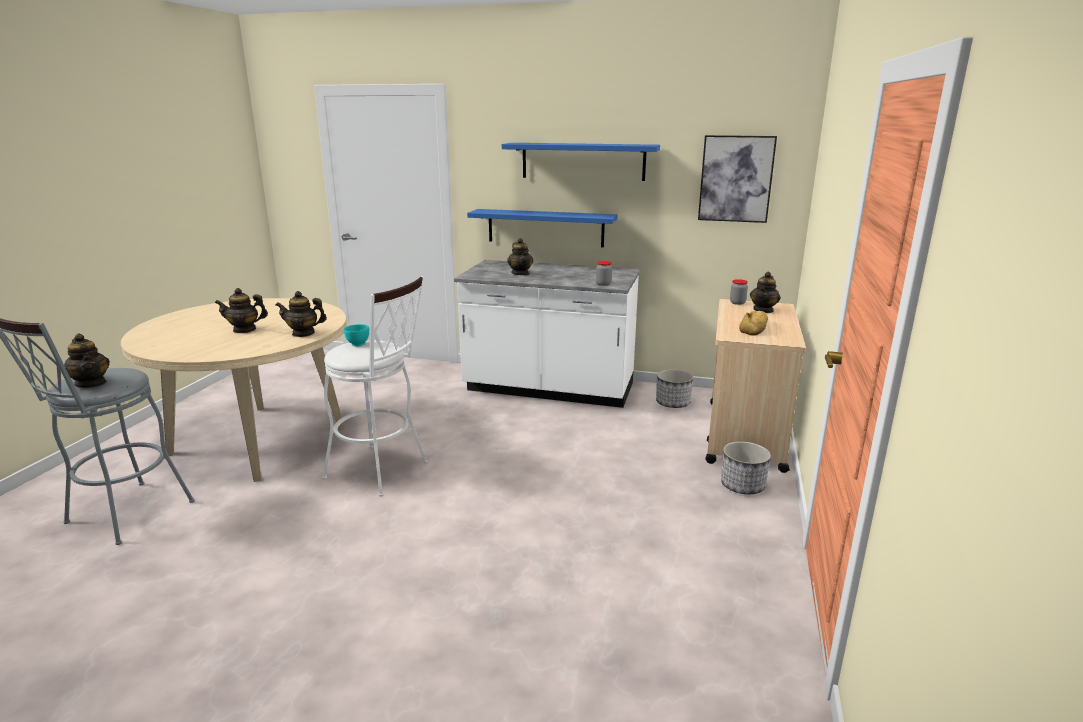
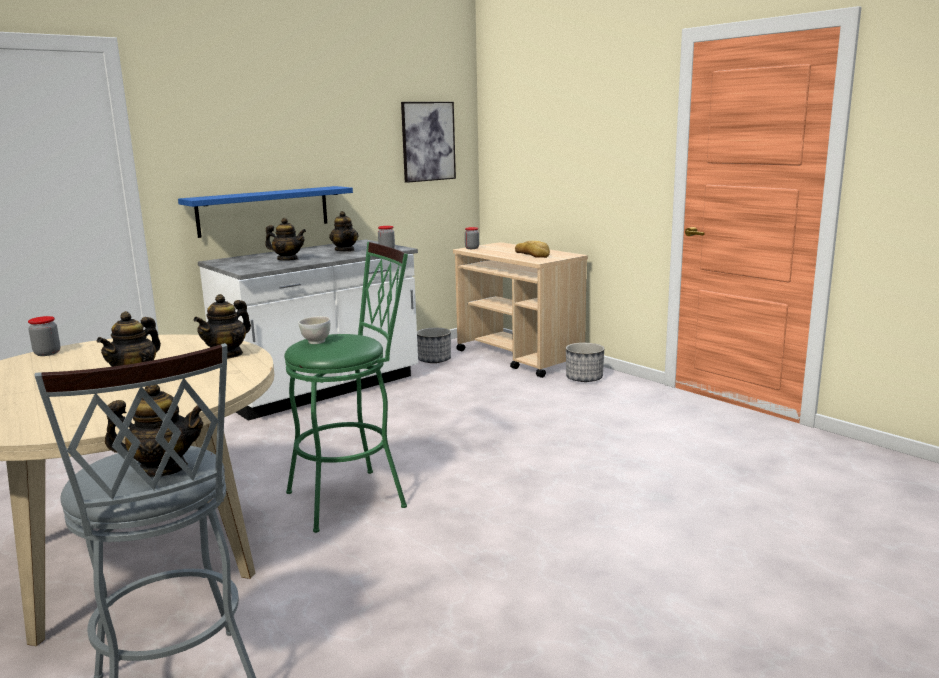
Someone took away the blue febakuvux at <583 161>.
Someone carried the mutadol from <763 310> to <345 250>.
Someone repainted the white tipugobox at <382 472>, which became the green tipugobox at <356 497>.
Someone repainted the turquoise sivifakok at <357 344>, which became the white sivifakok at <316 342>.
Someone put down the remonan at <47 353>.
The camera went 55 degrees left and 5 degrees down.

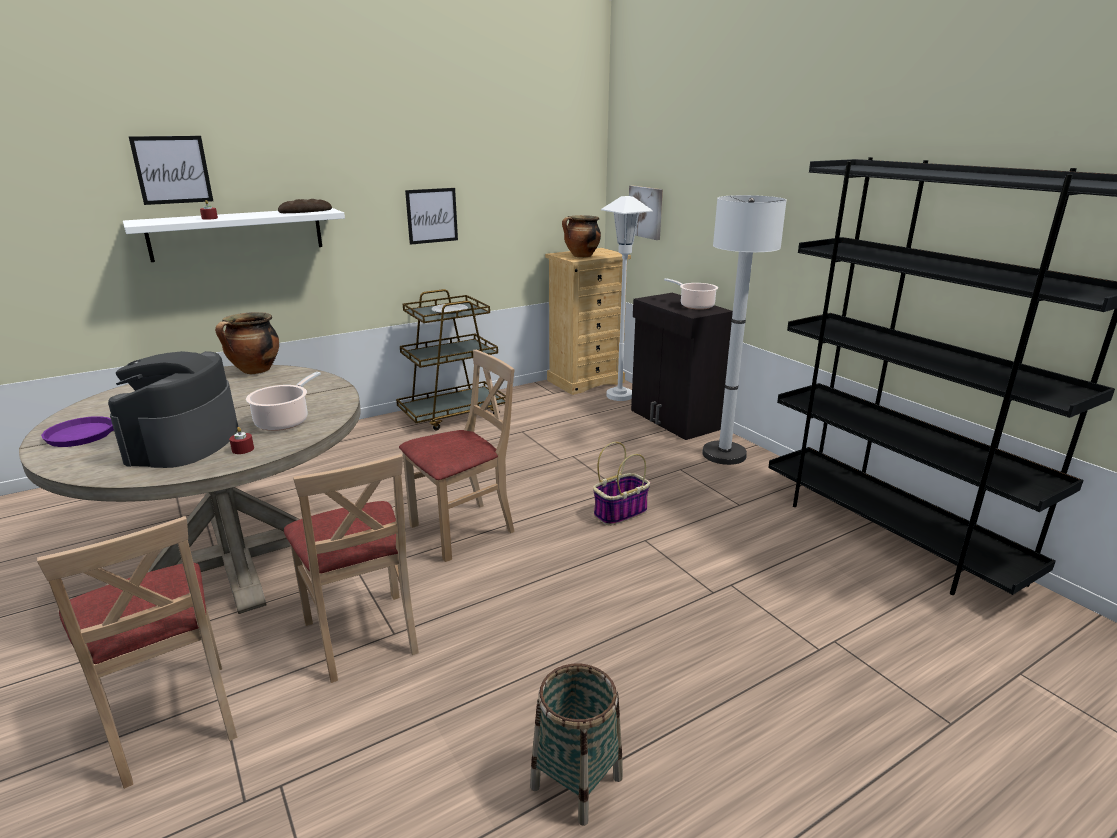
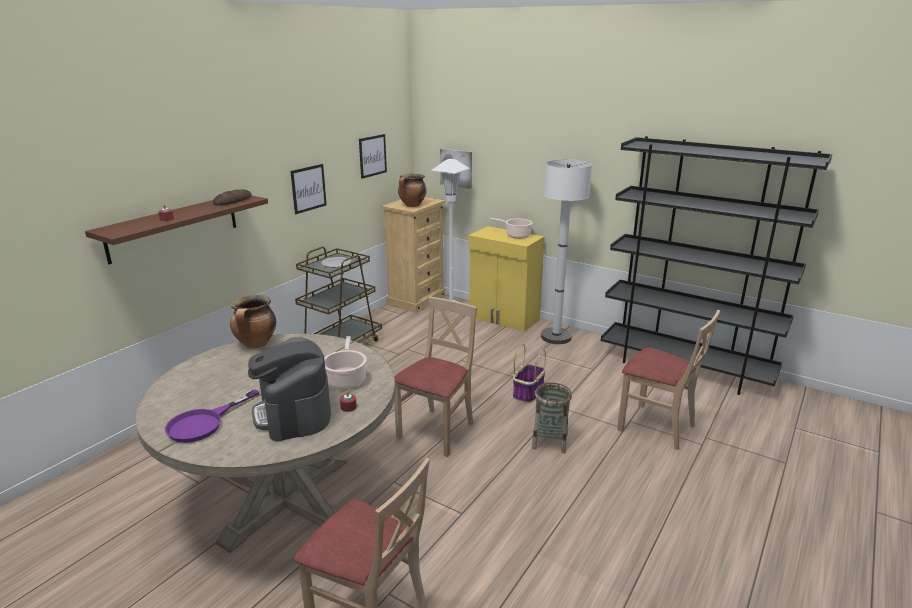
Someone carried the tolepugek from <172 170> to <372 156>.
Someone repainted the white febakuvux at <237 233>, which became the brown febakuvux at <174 227>.
Someone repainted the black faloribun at <674 420>, which became the yellow faloribun at <504 319>.
Someone carried the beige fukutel from <362 635> to <656 427>.
Someone carried the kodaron from <576 782> to <550 441>.
The camera went 25 degrees left and 0 degrees up.

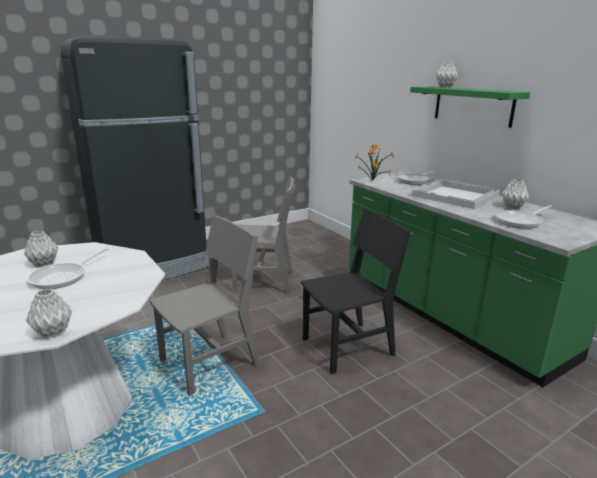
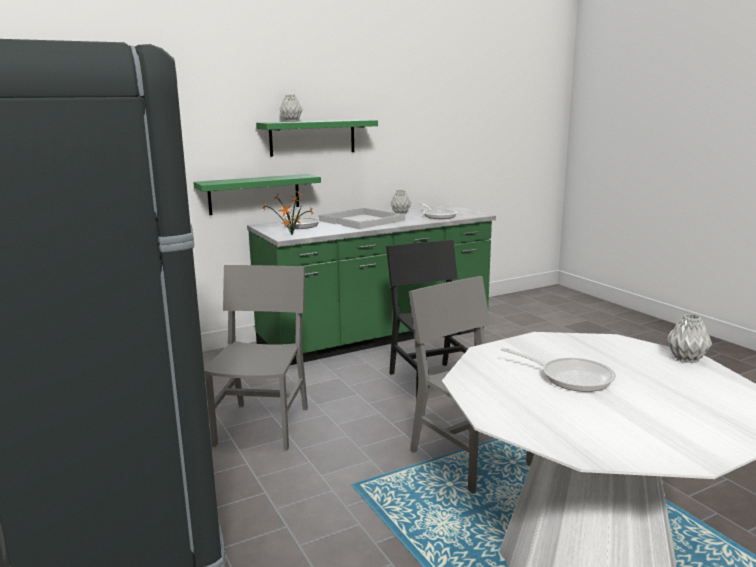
Someone took away the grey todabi at <44 264>.
Someone put up the green febakuvux at <254 194>.
The camera went 85 degrees left and 5 degrees down.

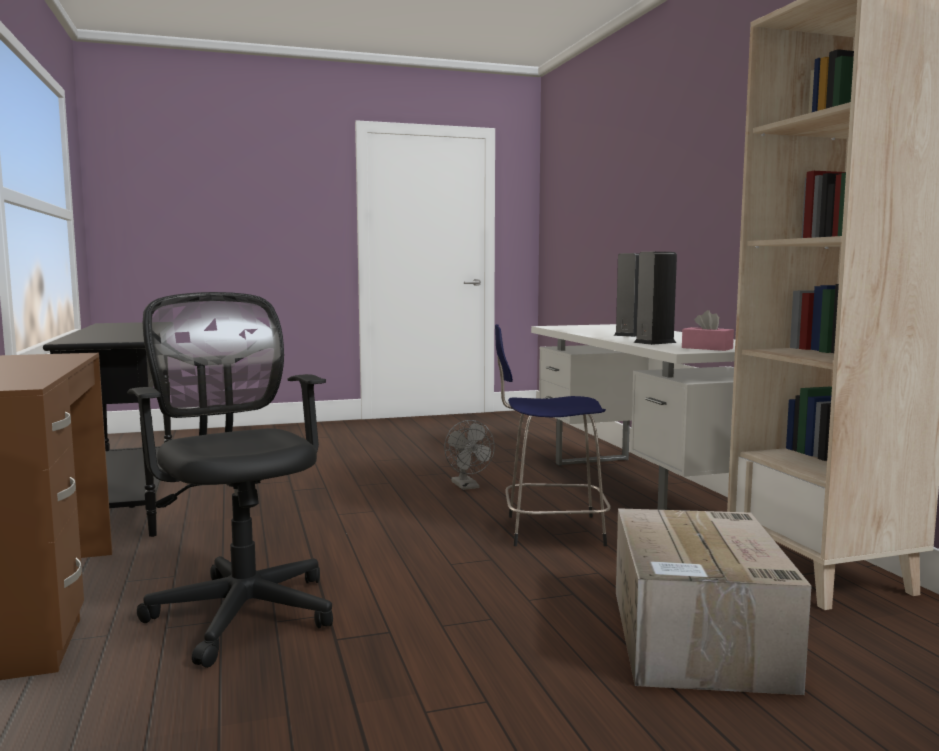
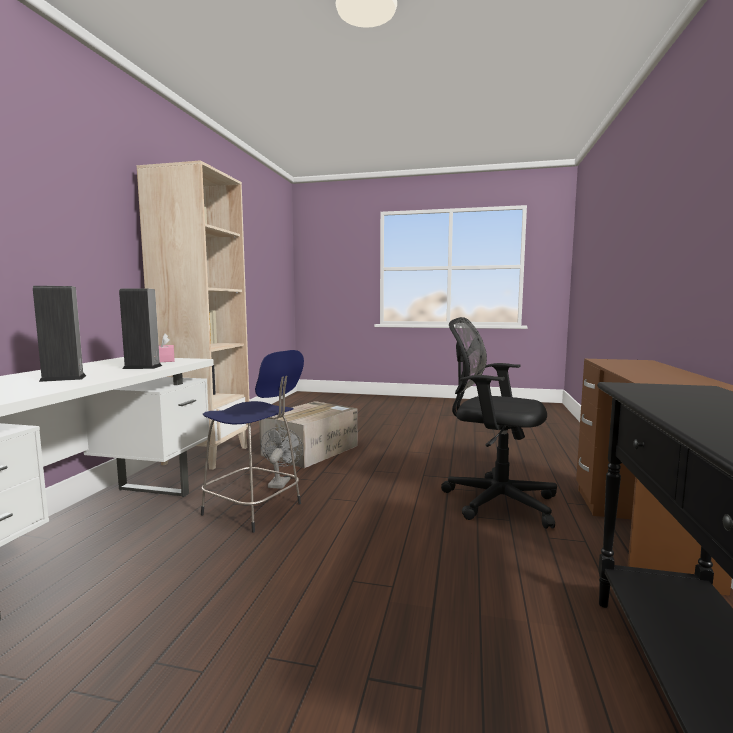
Someone rotated the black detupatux at <242 609> by 120 degrees clockwise.
Someone carried the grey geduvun from <467 486> to <280 482>.
The camera went 150 degrees left and 0 degrees up.

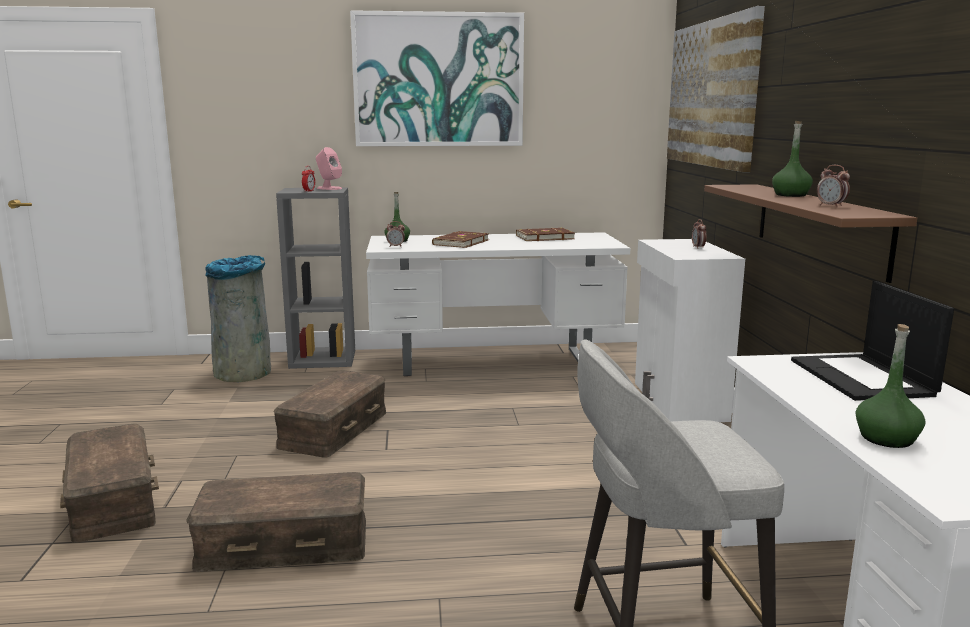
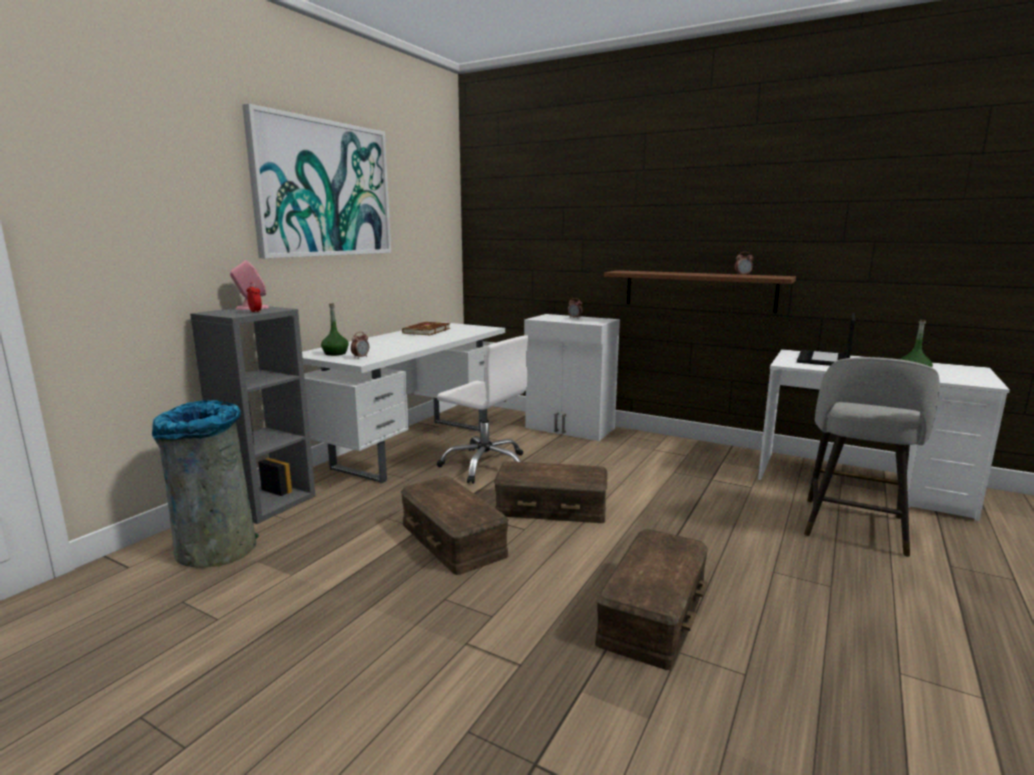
Someone took away the tolepugek at <711 94>.
Someone took away the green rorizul at <790 195>.
Someone took away the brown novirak at <460 242>.
Someone rotated the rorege at <863 378> by 90 degrees clockwise.
Someone carried the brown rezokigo from <111 500> to <551 508>.
Someone put down the white detupatux at <485 465>.
The camera went 55 degrees left and 0 degrees up.

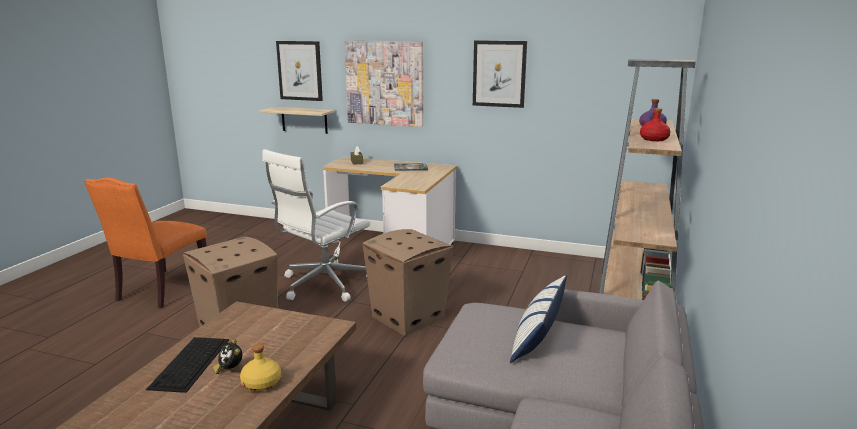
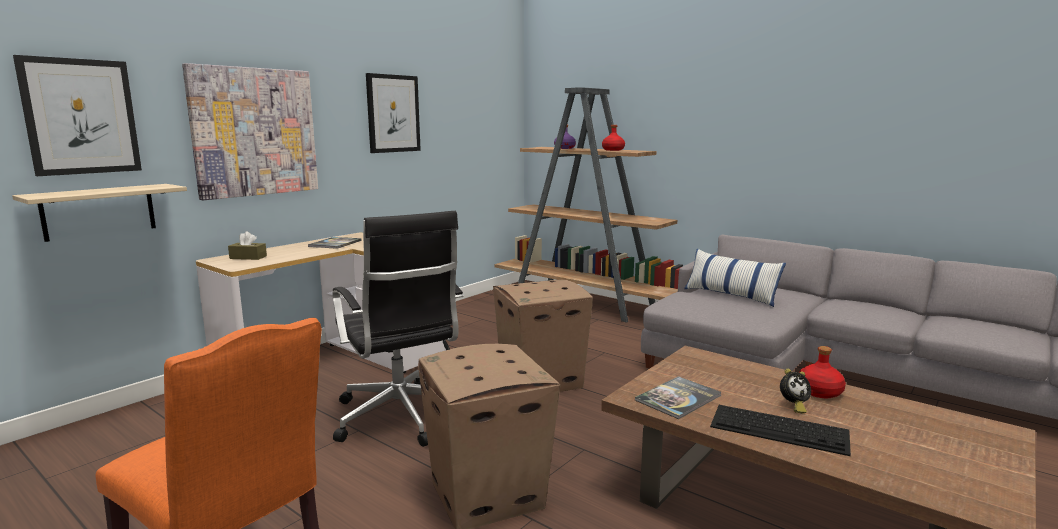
Someone repainted the white detupatux at <323 284>, which became the black detupatux at <401 417>.
Someone repainted the yellow rorizul at <261 383>, which became the red rorizul at <820 392>.
Someone put down the novirak at <678 398>.
The camera went 70 degrees left and 5 degrees down.

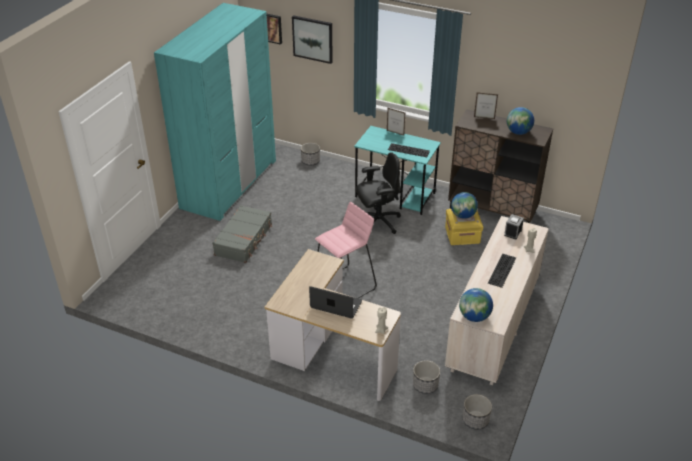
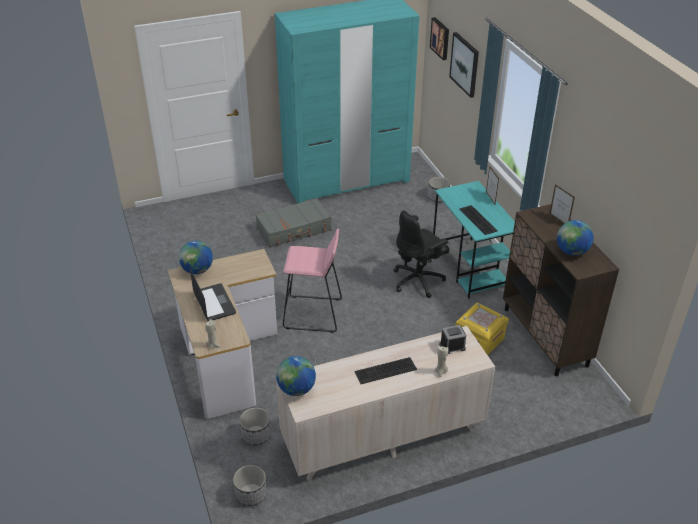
Someone rotated the black detupatux at <377 222> by 120 degrees clockwise.
Someone carried the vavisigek from <463 215> to <197 270>.
The camera went 45 degrees right and 0 degrees up.

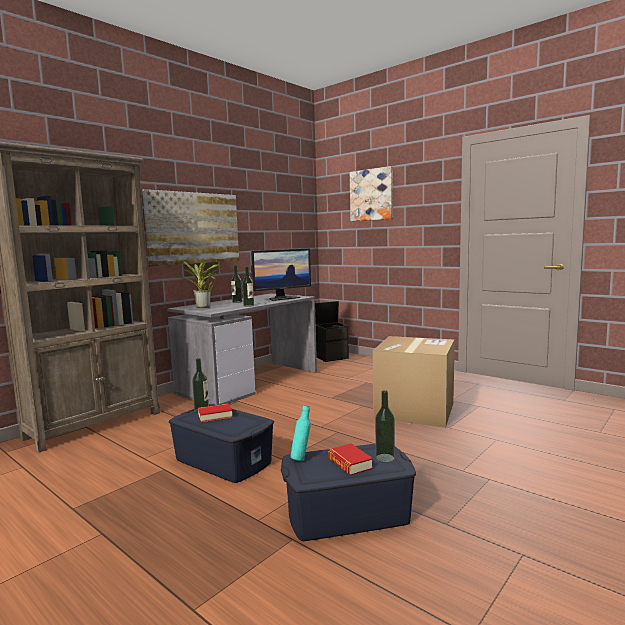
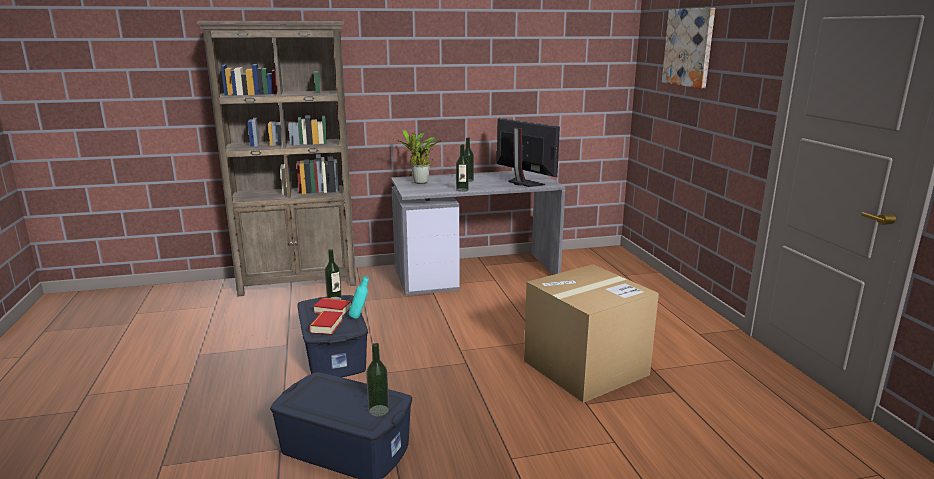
Someone took away the tolepugek at <194 228>.
Someone rotated the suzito at <282 298> by 135 degrees counterclockwise.
Someone took away the black rezokigo at <332 357>.
Someone carried the turquoise rorizul from <301 458> to <359 317>.
Someone carried the novirak from <350 463> to <326 326>.
The camera went 35 degrees right and 10 degrees up.

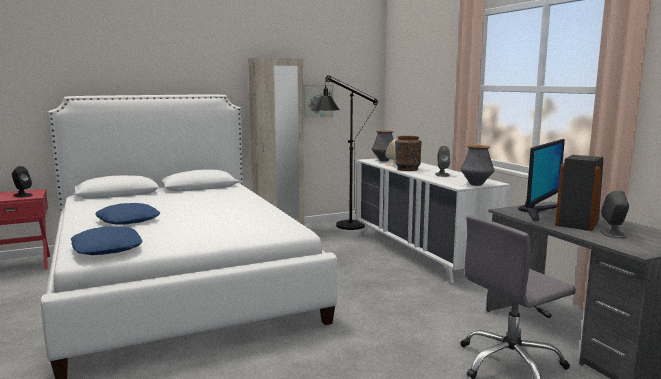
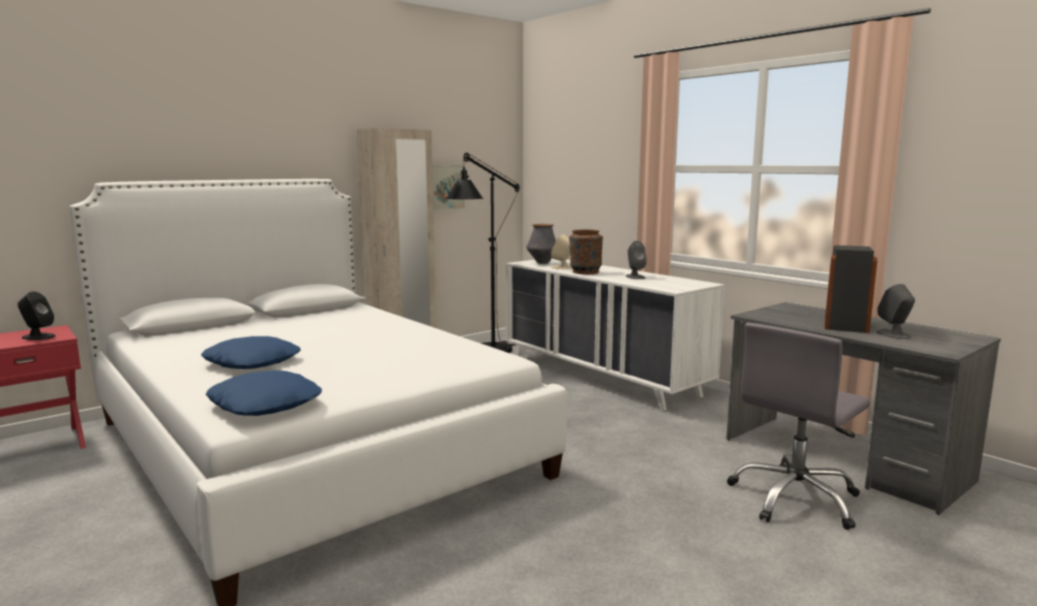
Someone took away the suzito at <538 211>.
Someone took away the todabi at <476 184>.
The camera went 15 degrees left and 0 degrees up.

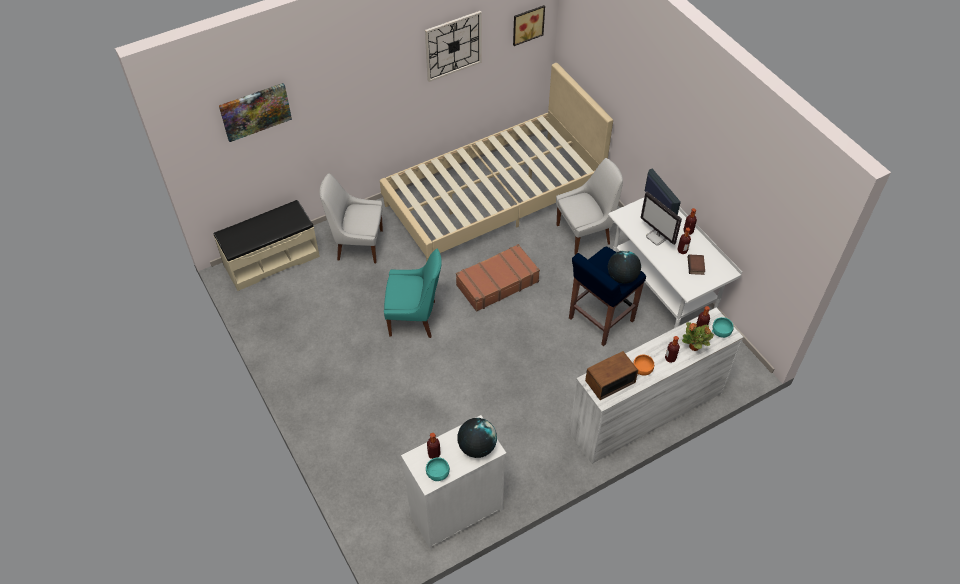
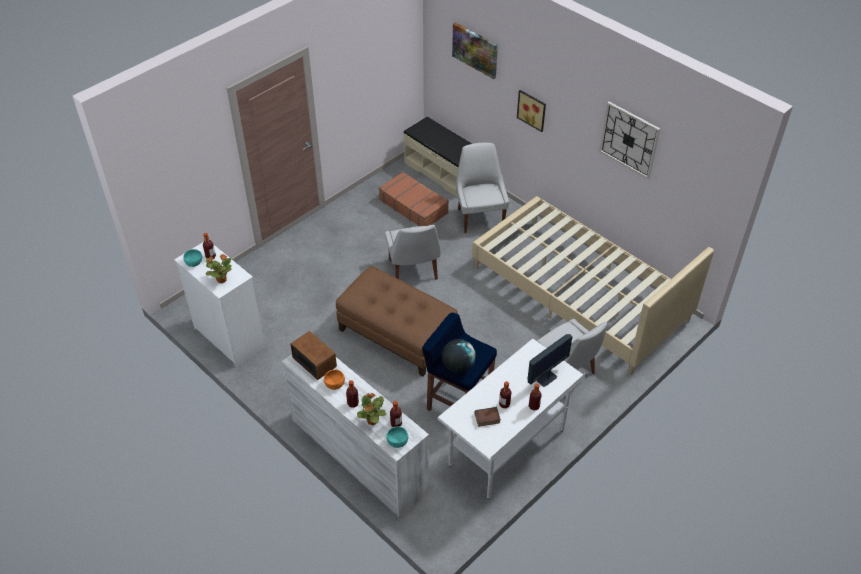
Someone carried the tolepugek from <527 24> to <532 109>.
Someone took away the suzito at <657 237>.
Someone carried the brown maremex from <497 283> to <414 206>.
Someone repainted the turquoise fukutel at <415 318>, which became the white fukutel at <413 271>.
Someone swapped the vavisigek at <477 447> for the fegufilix at <221 280>.
Someone put down the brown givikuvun at <396 335>.
The camera went 75 degrees right and 5 degrees down.

